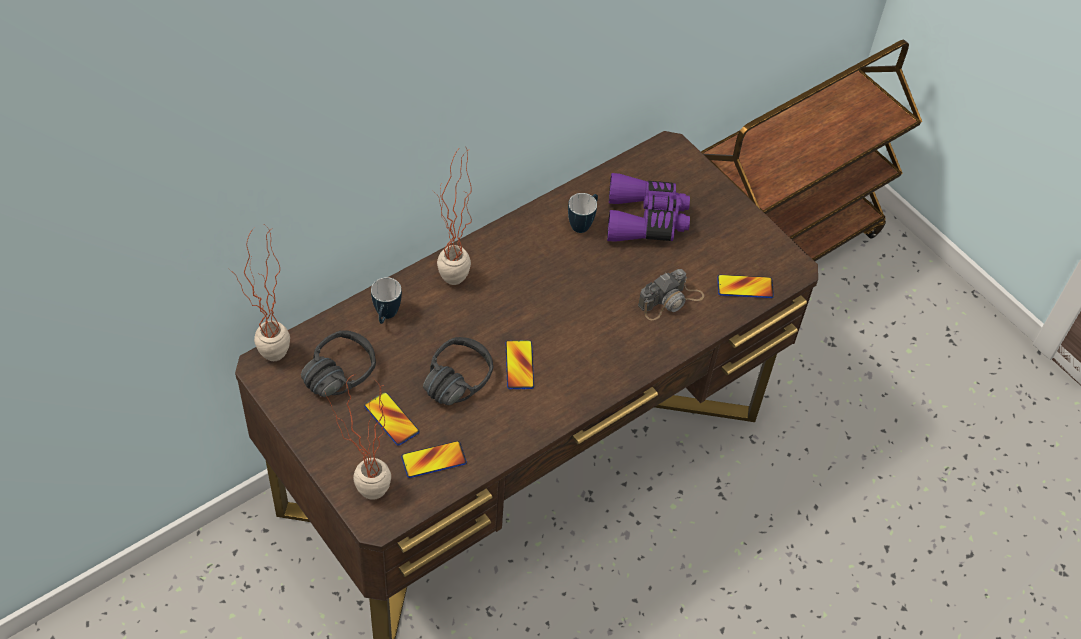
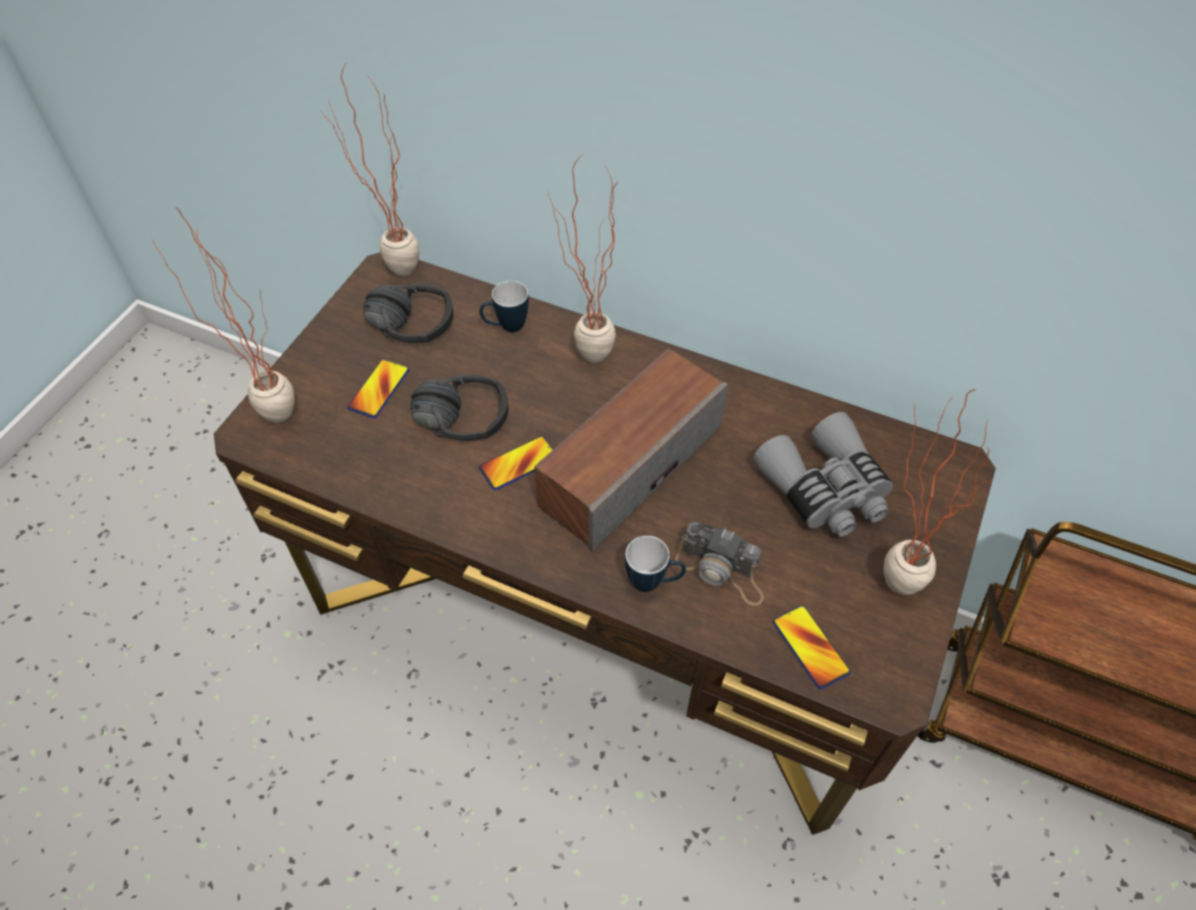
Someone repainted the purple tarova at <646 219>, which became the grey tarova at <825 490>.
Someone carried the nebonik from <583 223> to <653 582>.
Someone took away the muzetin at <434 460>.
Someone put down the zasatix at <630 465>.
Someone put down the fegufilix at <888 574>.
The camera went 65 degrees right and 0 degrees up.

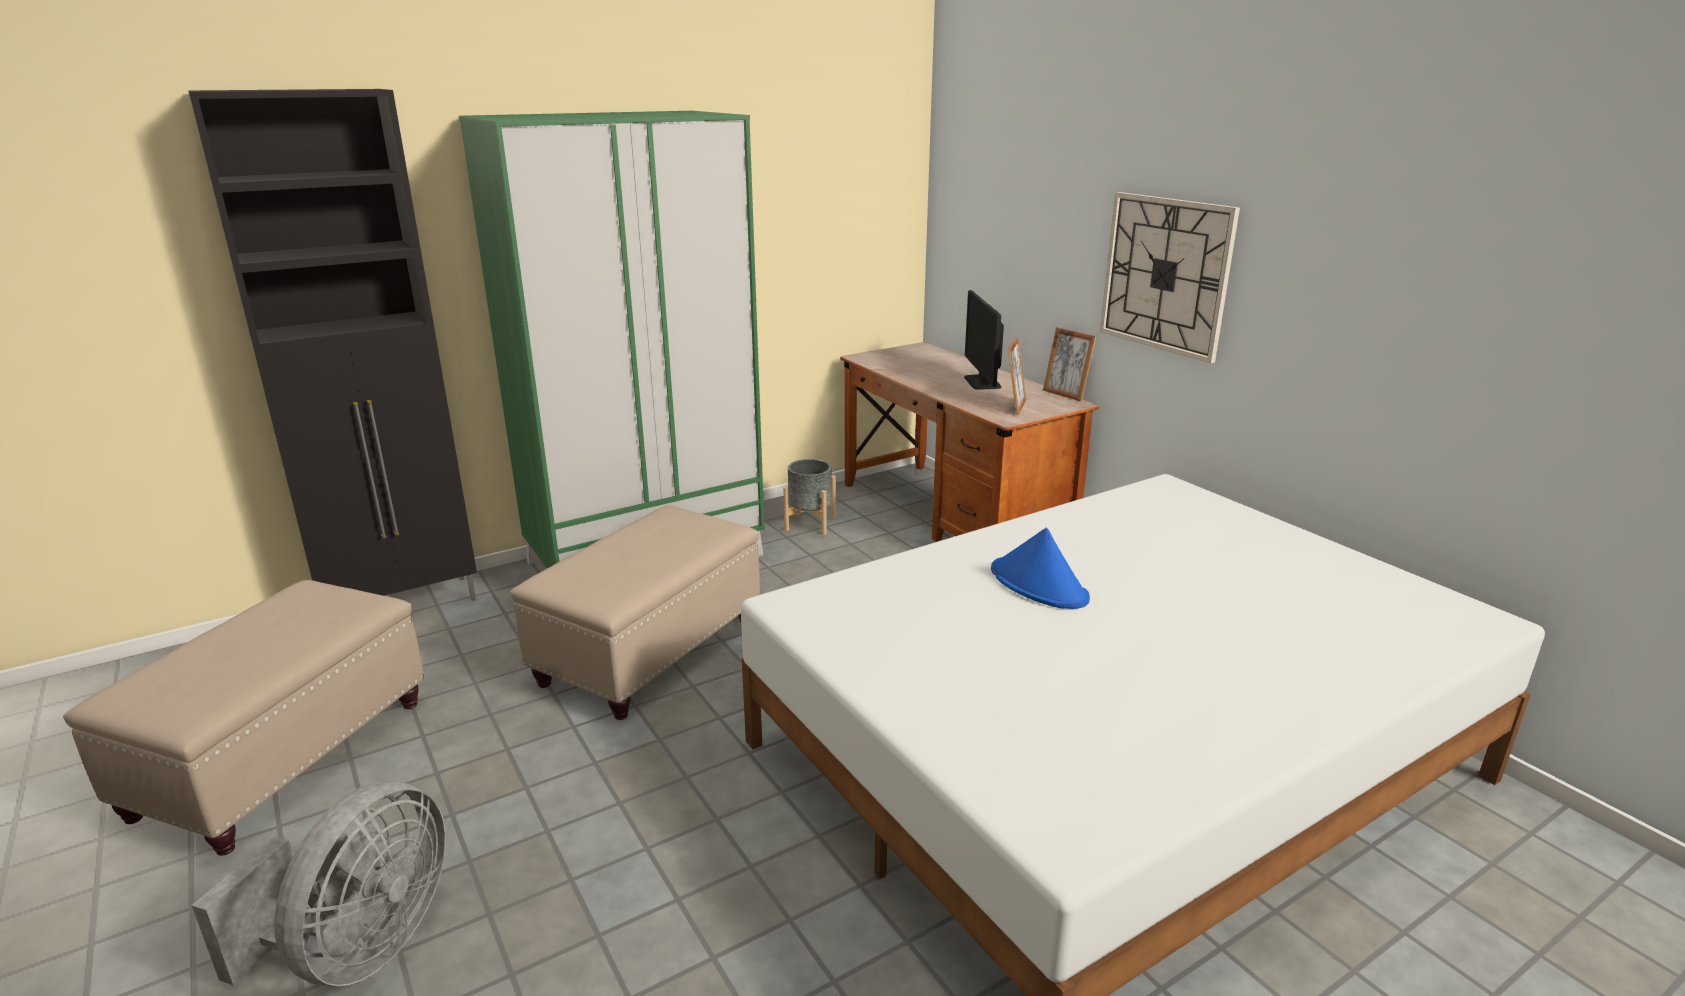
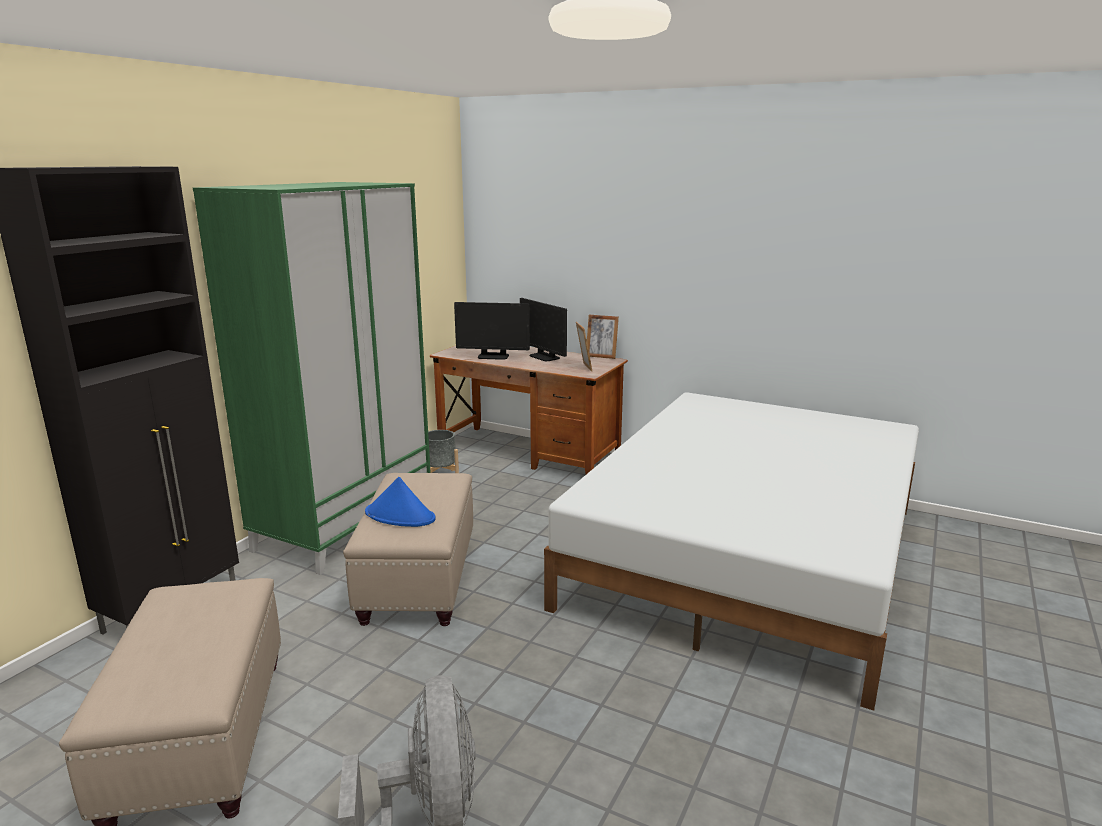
Someone took away the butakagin at <1165 274>.
Someone carried the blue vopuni from <1039 585> to <400 516>.
Someone put down the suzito at <493 356>.
The camera went 30 degrees left and 5 degrees down.

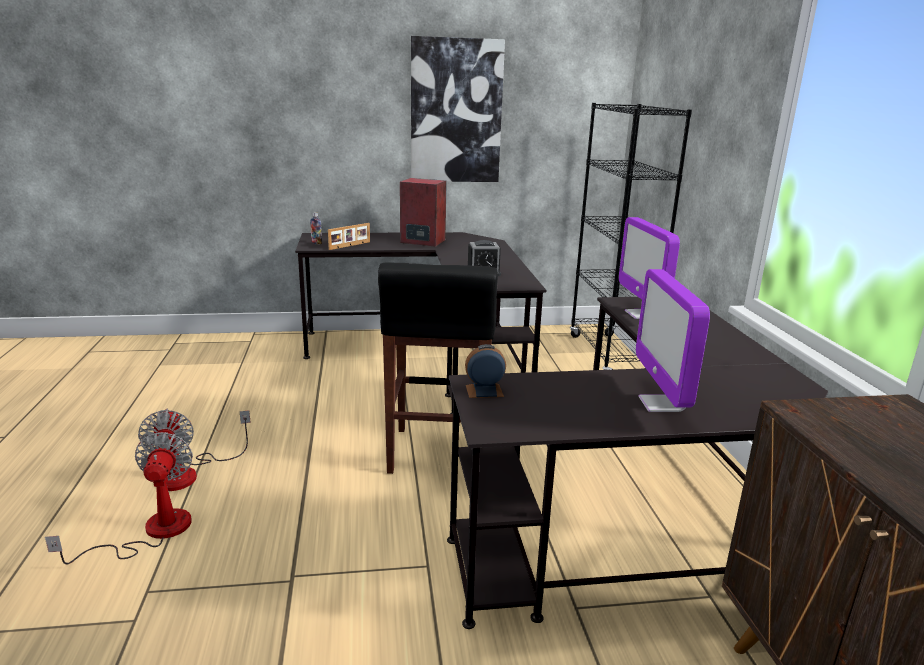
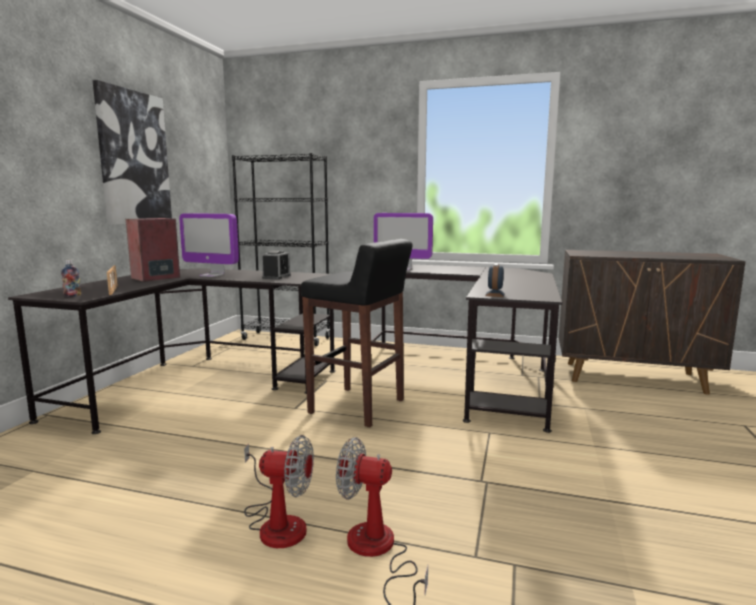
Someone carried the suzito from <661 404> to <212 275>.
The camera went 65 degrees left and 10 degrees down.

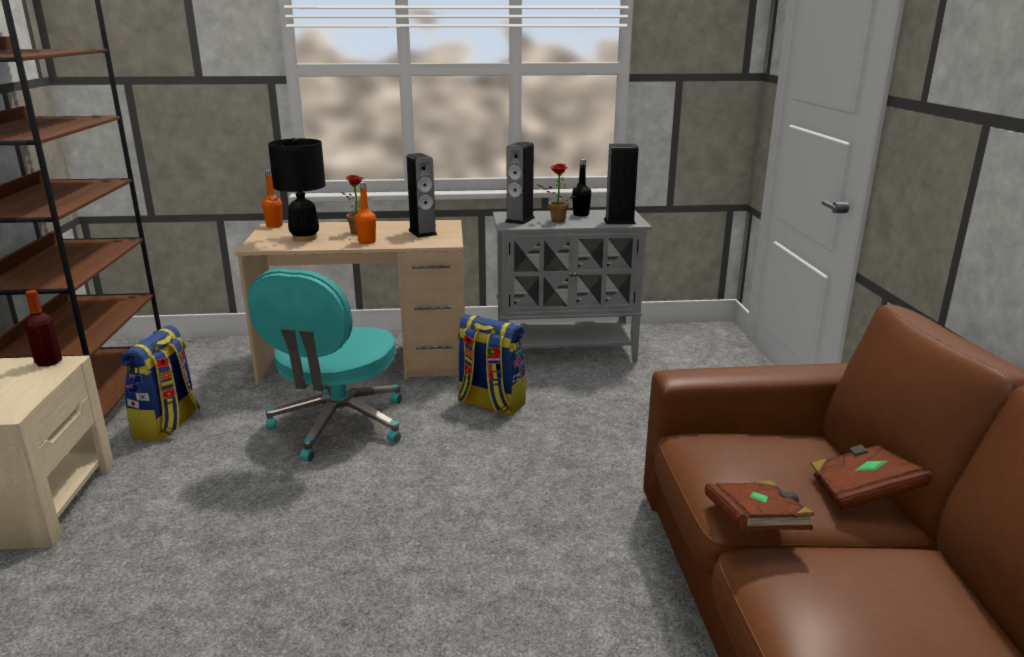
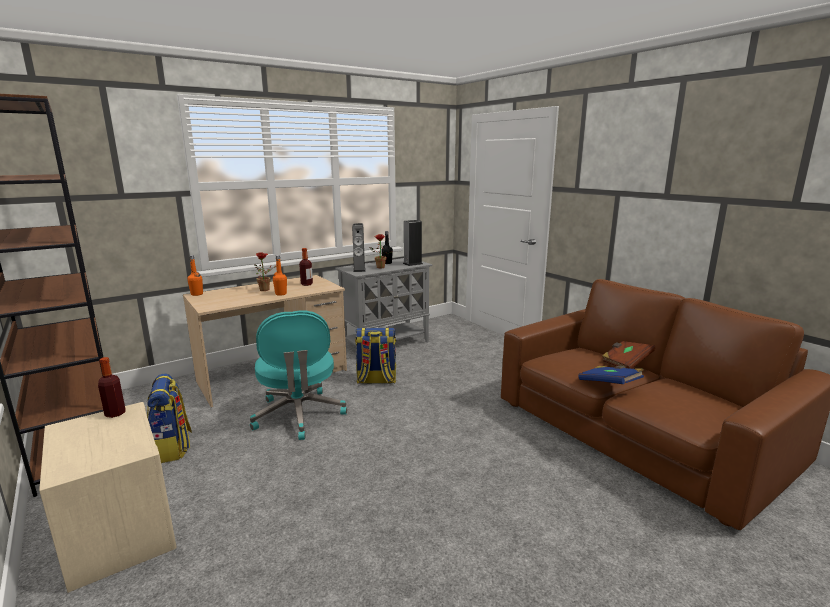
Someone took away the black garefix at <305 238>.
Someone swapped the zasatix at <422 232> for the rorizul at <306 284>.
Someone repainted the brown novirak at <755 524>, which became the blue novirak at <609 385>.
The camera went 30 degrees left and 5 degrees down.

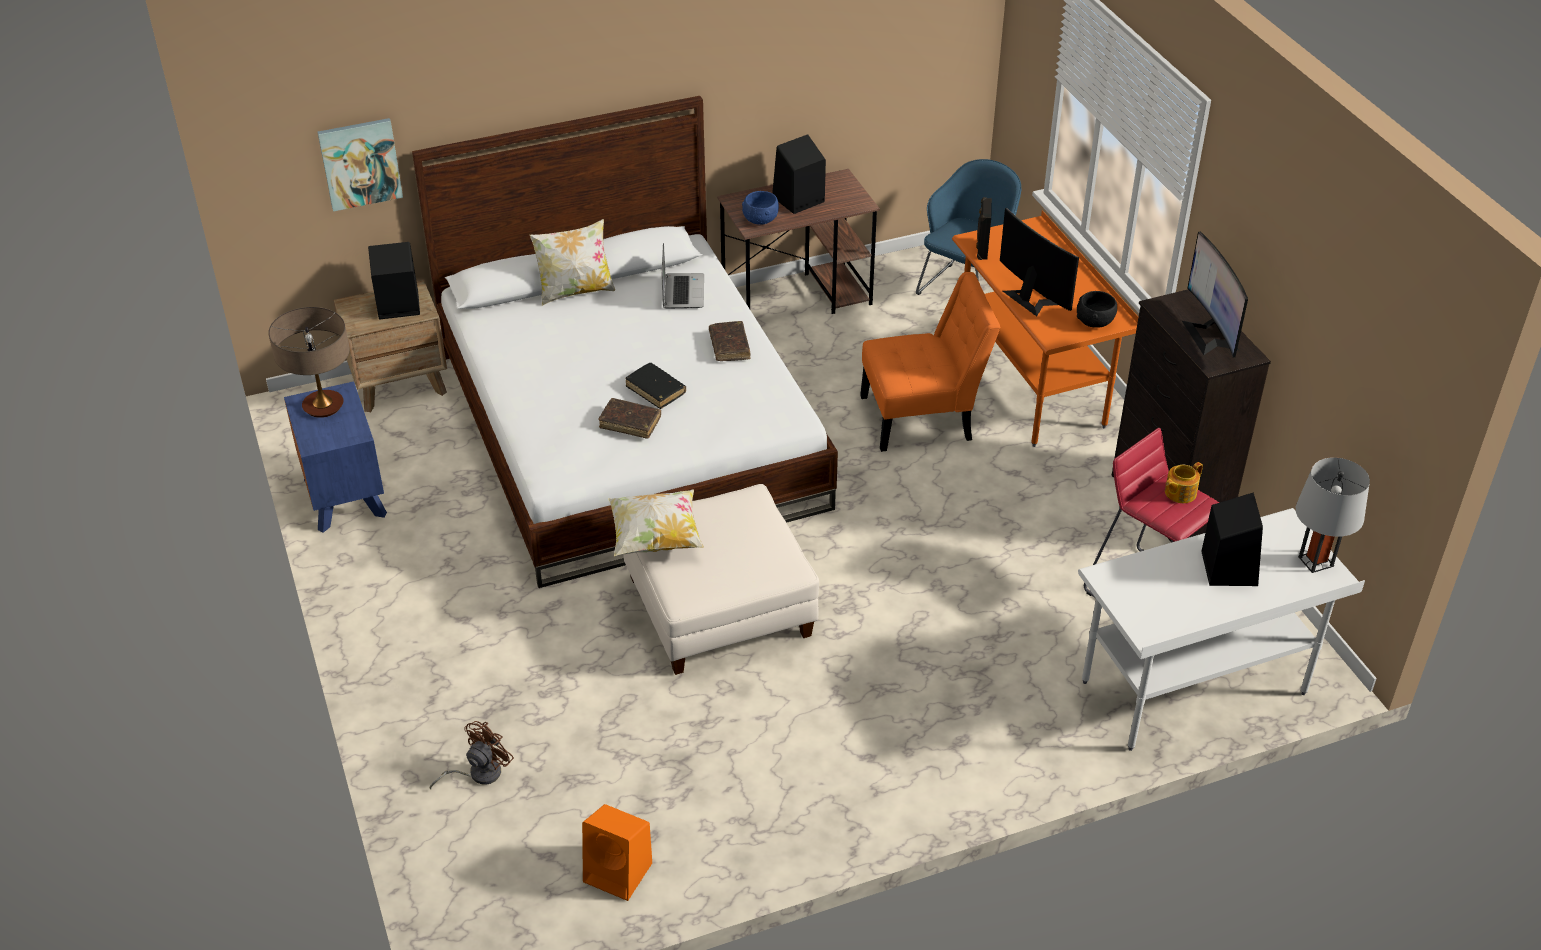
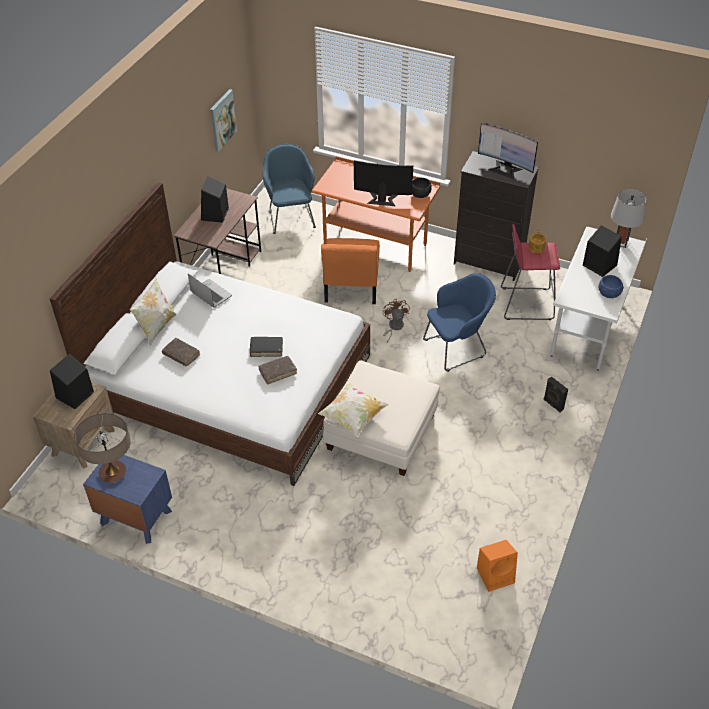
Someone carried the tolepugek from <360 163> to <222 120>.
Someone carried the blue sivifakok from <761 219> to <609 293>.
Someone carried the black zasatix from <981 249> to <552 405>.
Someone rotated the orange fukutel at <923 417> by 150 degrees clockwise.
Someone carried the brown novirak from <729 346> to <181 355>.
Someone carried the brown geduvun from <478 773> to <394 327>.
Someone put down the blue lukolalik at <457 348>.
The camera went 45 degrees left and 5 degrees up.

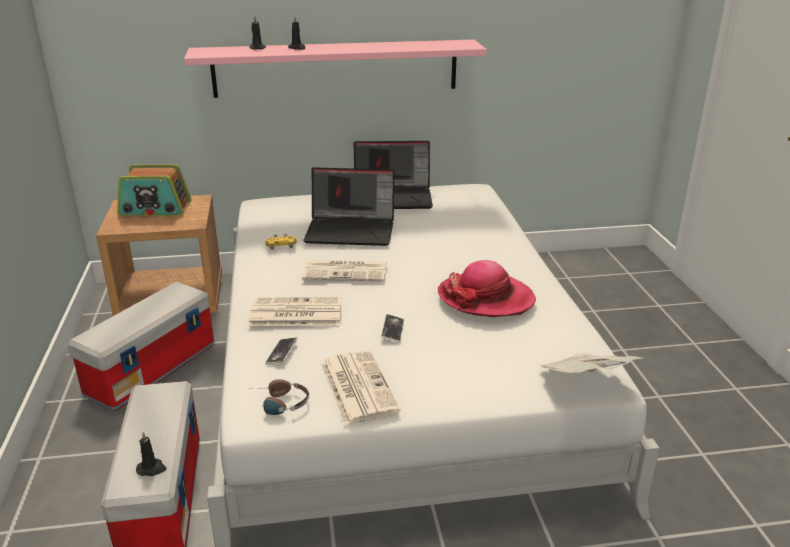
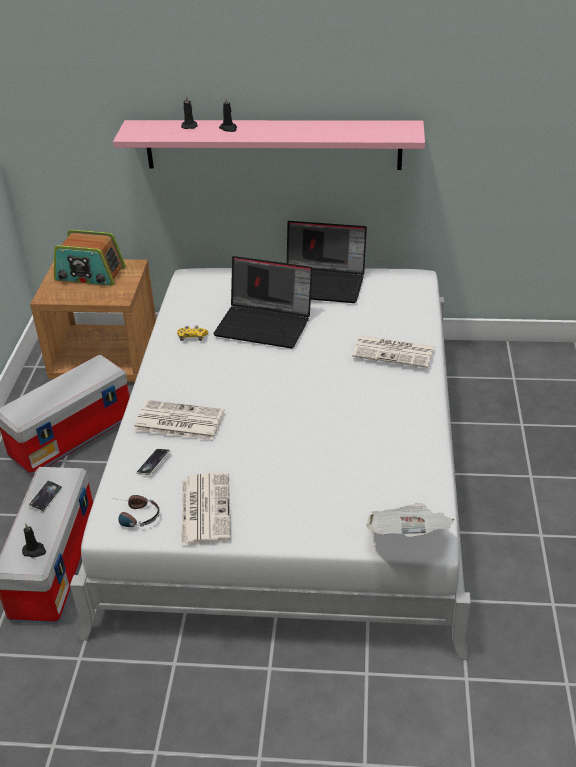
Someone carried the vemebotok from <347 271> to <394 352>.
Someone took away the vopuni at <485 298>.
Someone carried the muzetin from <392 330> to <46 498>.
The camera went 15 degrees right and 10 degrees up.

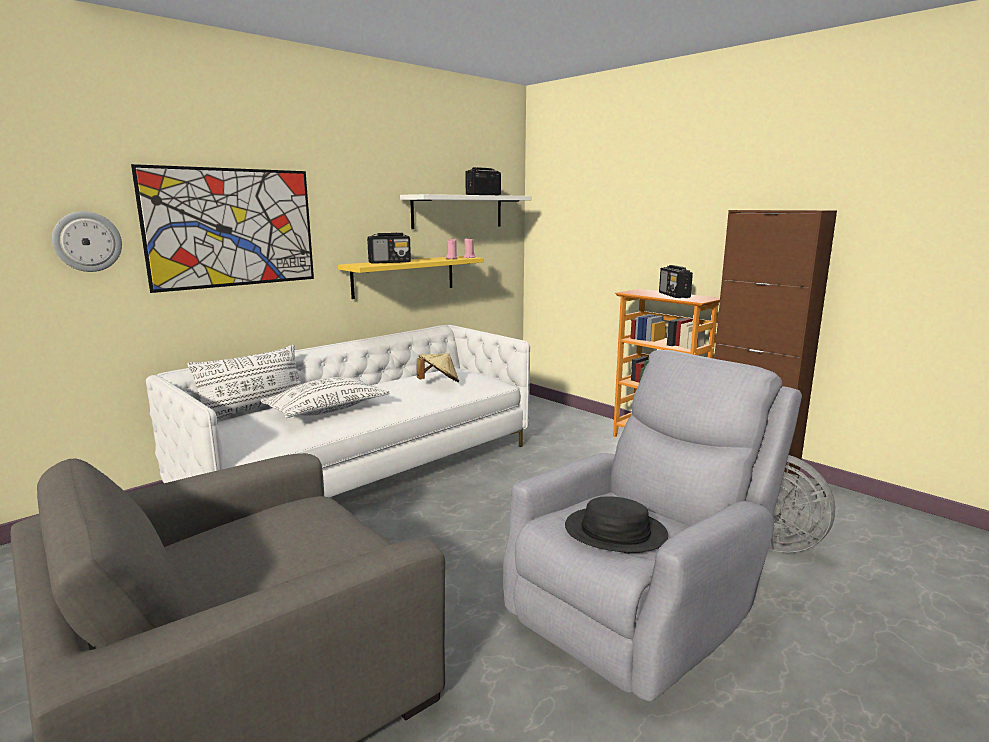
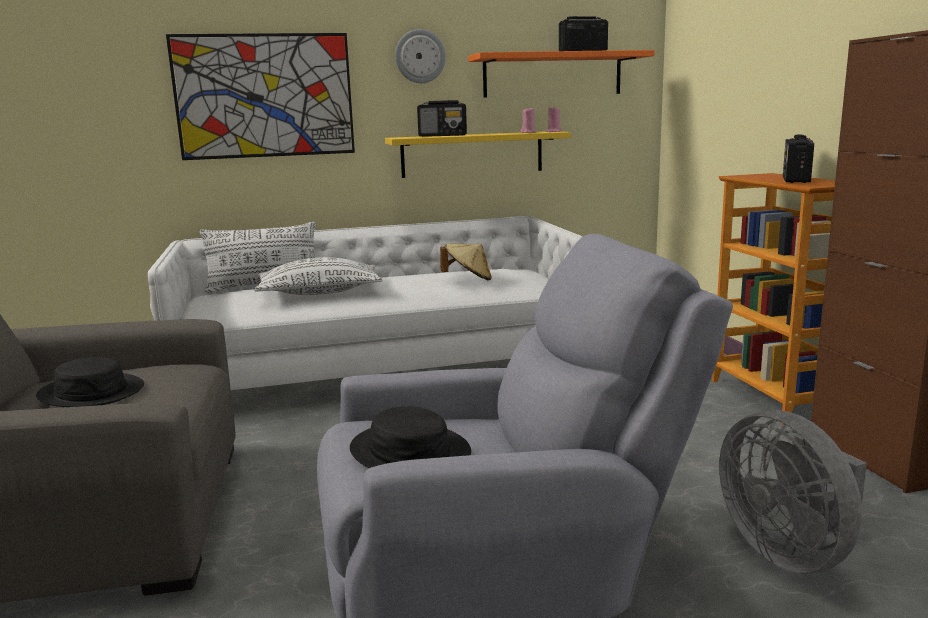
Someone repainted the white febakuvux at <458 211>, which became the orange febakuvux at <552 75>.
Someone carried the butakagin from <87 241> to <420 56>.
Someone put down the black vopuni at <92 392>.
The camera went 30 degrees right and 0 degrees up.

